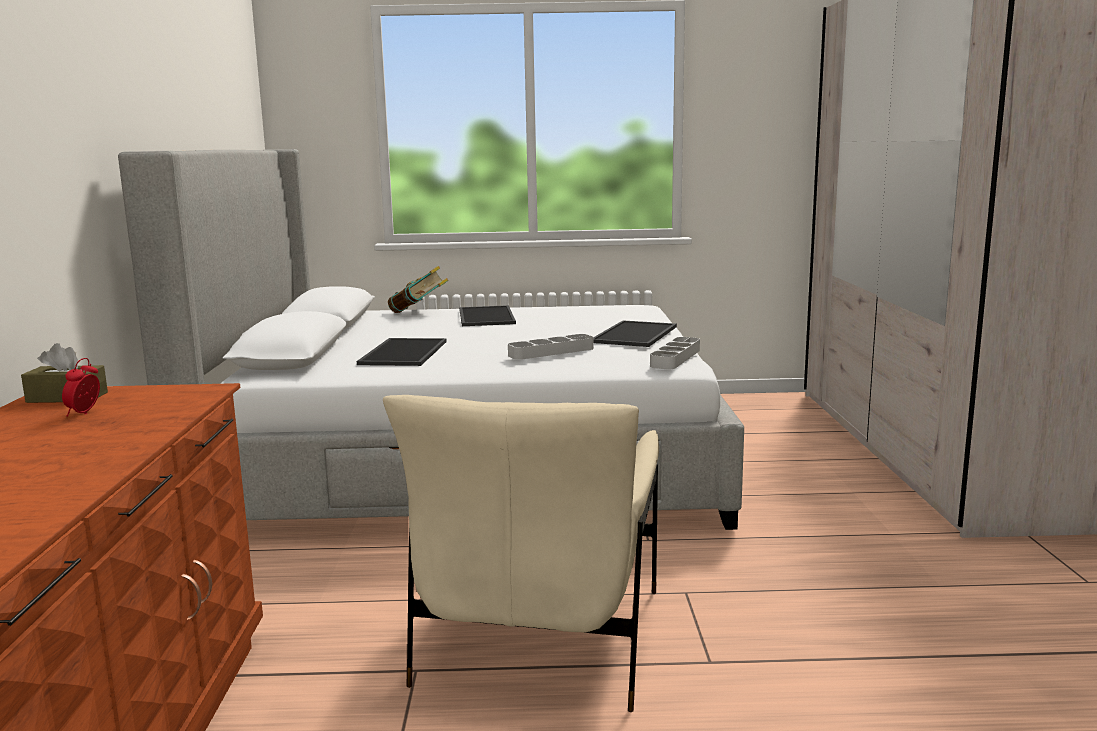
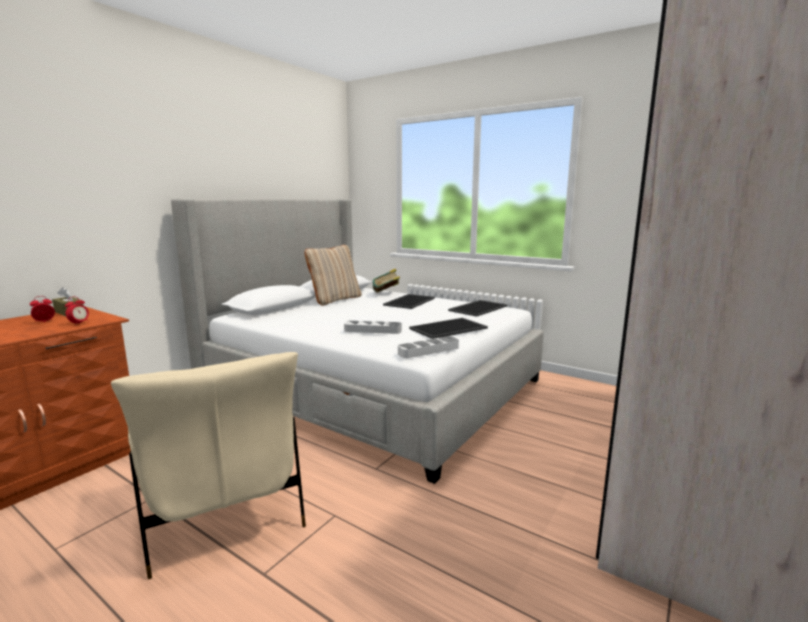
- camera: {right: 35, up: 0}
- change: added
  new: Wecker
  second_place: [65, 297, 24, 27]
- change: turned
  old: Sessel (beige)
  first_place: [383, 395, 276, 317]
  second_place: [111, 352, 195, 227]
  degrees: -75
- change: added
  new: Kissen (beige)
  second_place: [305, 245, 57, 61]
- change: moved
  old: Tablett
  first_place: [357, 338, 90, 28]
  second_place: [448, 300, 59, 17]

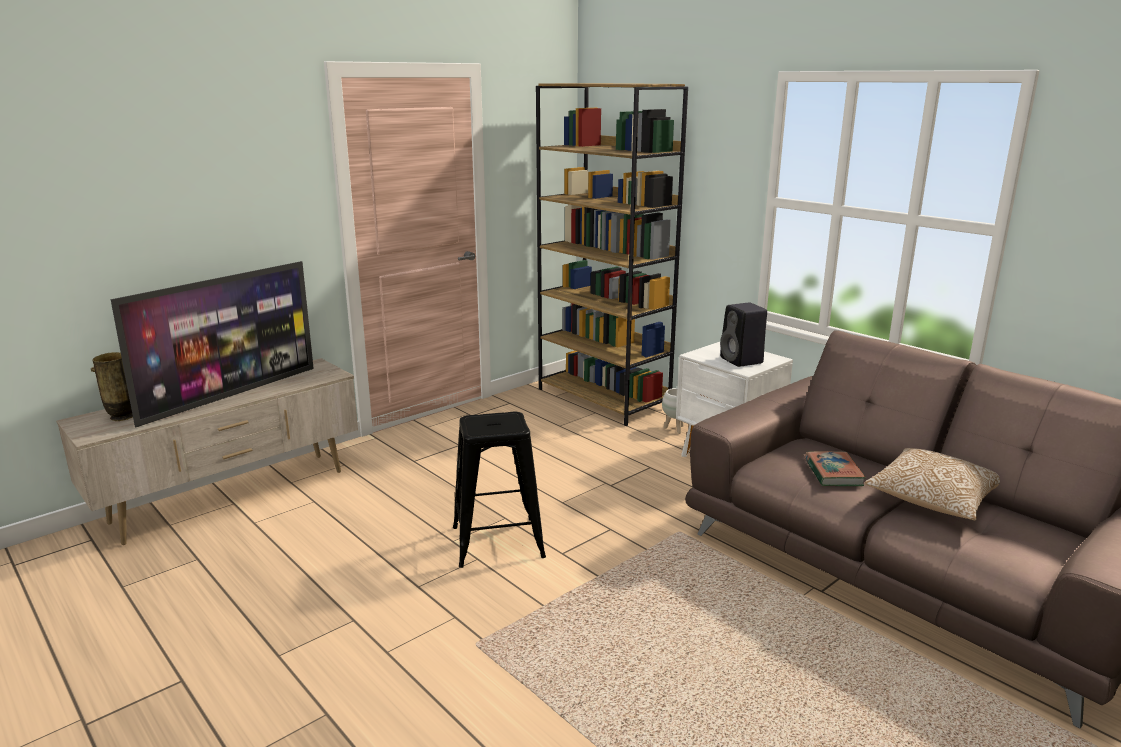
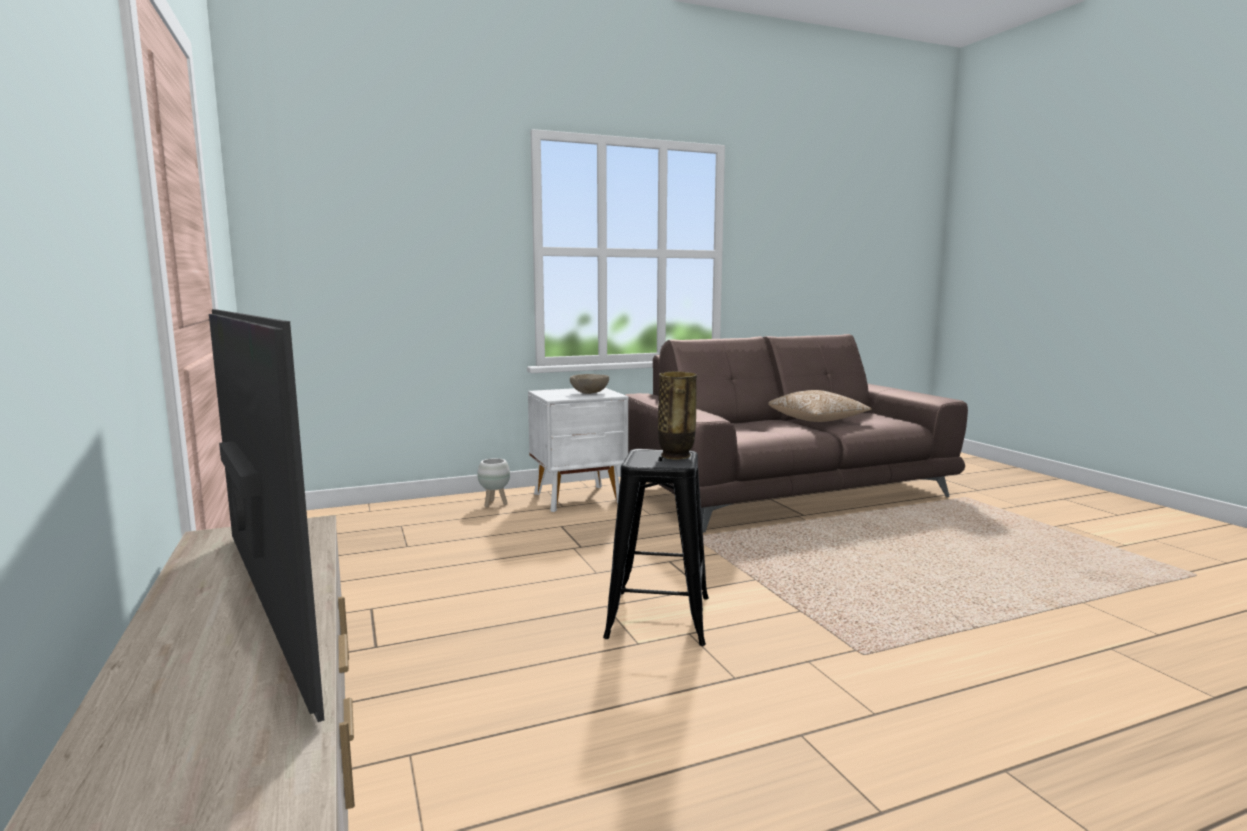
- camera: {right: -70, up: -10}
- change: replaced
  old: Lautsprecher (schwarz)
  new: Schüssel (beige)
  first_place: [720, 302, 47, 65]
  second_place: [570, 374, 39, 20]
- change: moved
  old: Vase
  first_place: [91, 352, 42, 69]
  second_place: [658, 372, 39, 88]
- change: removed
  old: Bücherregal (braun)
  first_place: [536, 83, 152, 343]
- change: removed
  old: Buch
  first_place: [805, 451, 61, 35]

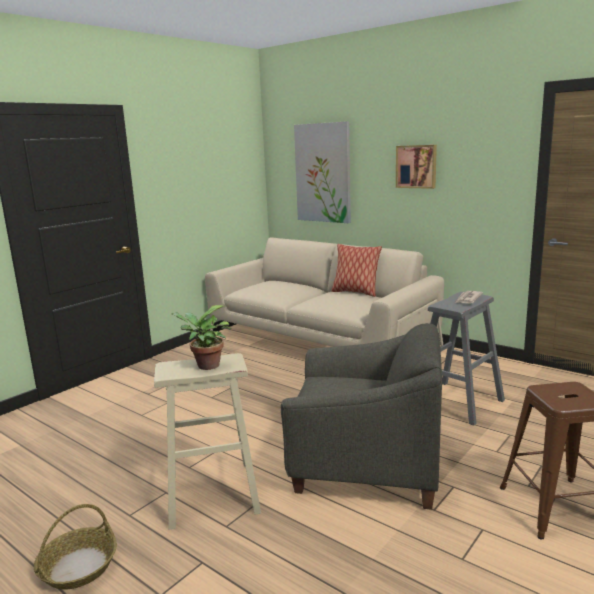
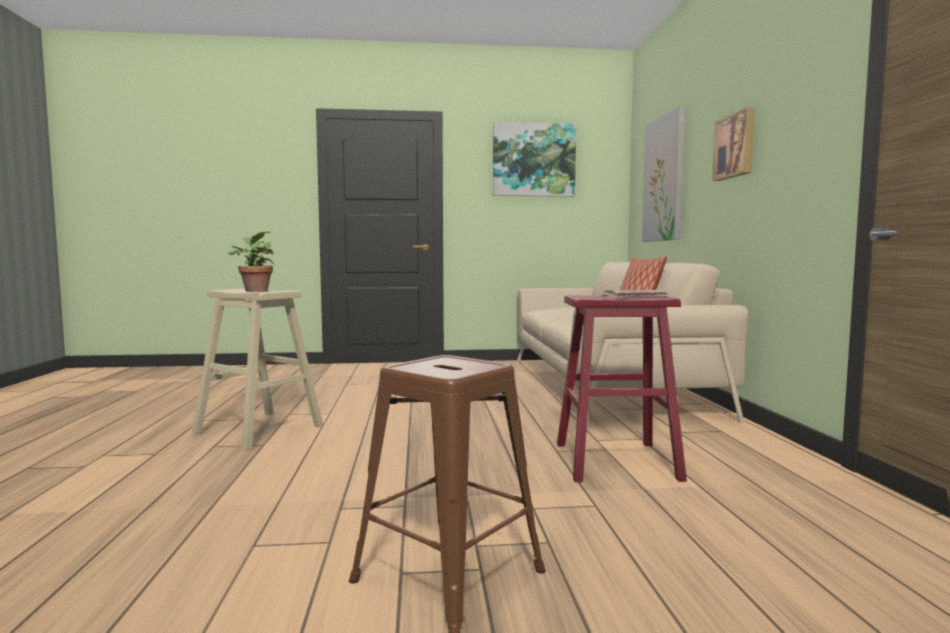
- camera: {right: 45, up: -10}
- change: added
  new: Bild
  second_place: [493, 122, 83, 75]
- change: recoloured
  old: Hocker (grau)
  new: Hocker (rot)
  first_place: [428, 292, 77, 134]
  second_place: [557, 295, 130, 187]
- change: removed
  old: Korb
  first_place: [34, 504, 83, 85]
- change: removed
  old: Sessel (grau)
  first_place: [281, 323, 161, 187]

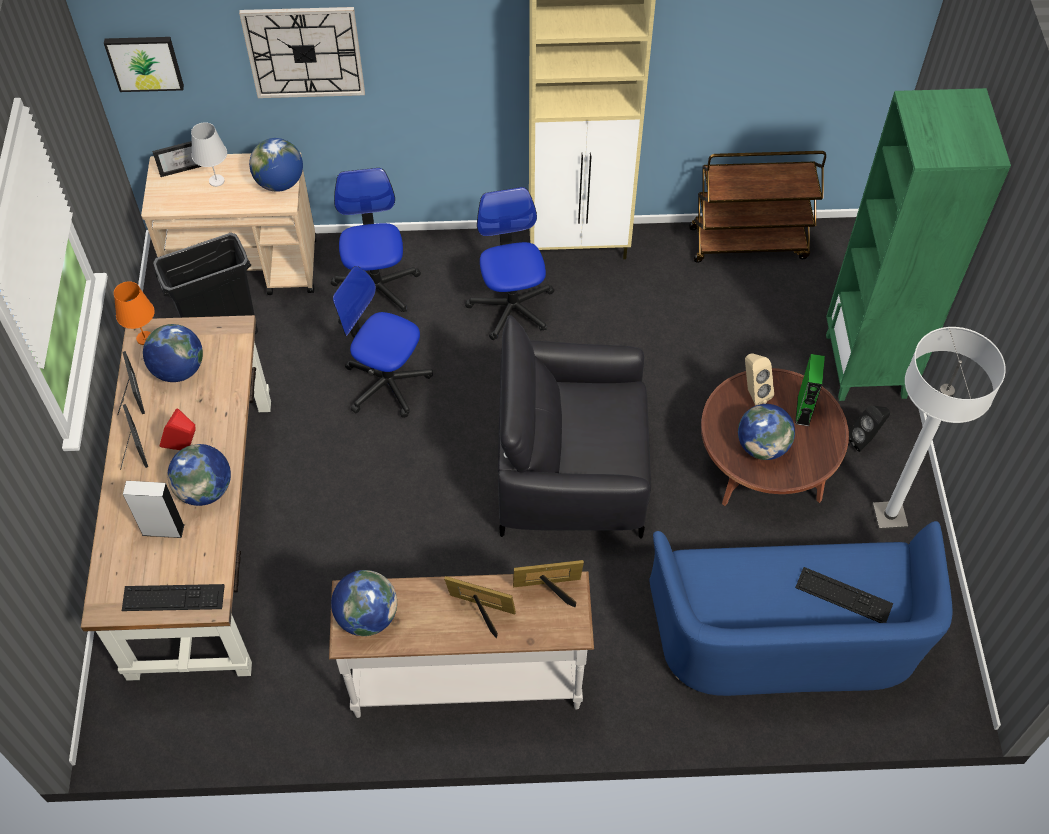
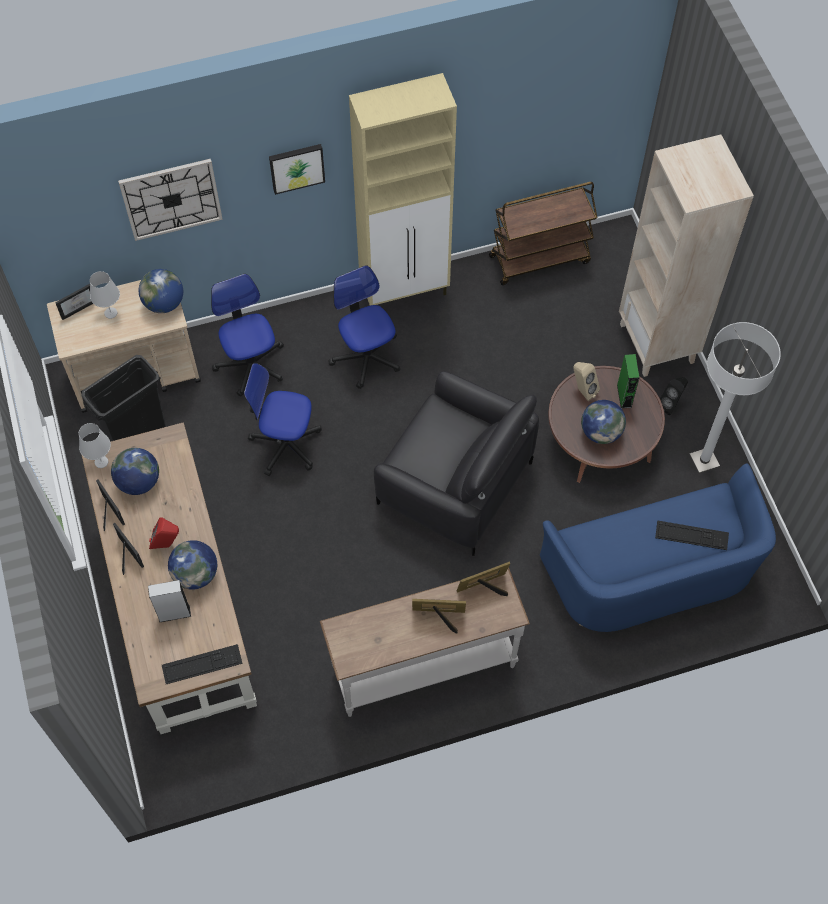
- camera: {right: -15, up: 5}
- change: recoloured
  old: Tischlampe (orange)
  new: Tischlampe (weiß)
  first_place: [114, 281, 41, 64]
  second_place: [79, 423, 32, 45]
- change: moved
  old: Bild
  first_place: [104, 37, 80, 55]
  second_place: [269, 144, 56, 51]
- change: turned
  old: Sessel (schwarz)
  first_place: [498, 315, 153, 223]
  second_place: [374, 371, 165, 185]
  degrees: -135
- change: recoloured
  old: Bücherregal (grün)
  new: Bücherregal (beige)
  first_place: [826, 88, 185, 313]
  second_place: [619, 134, 135, 243]
- change: removed
  old: Globus
  first_place: [331, 570, 66, 66]

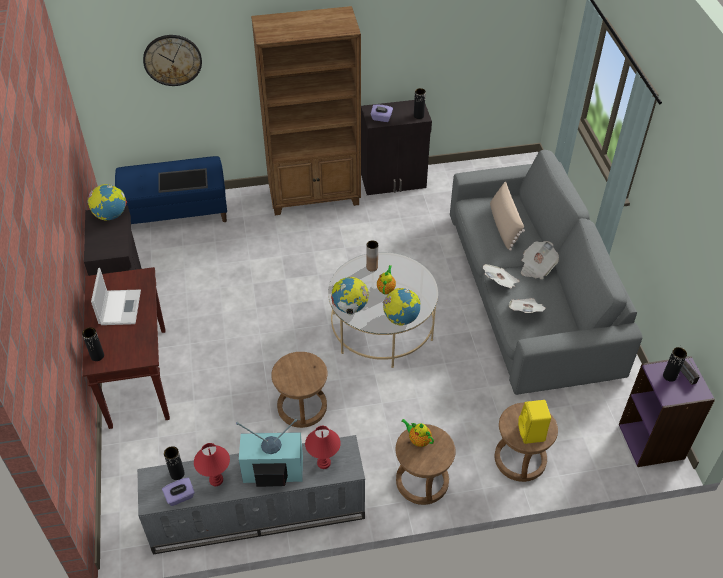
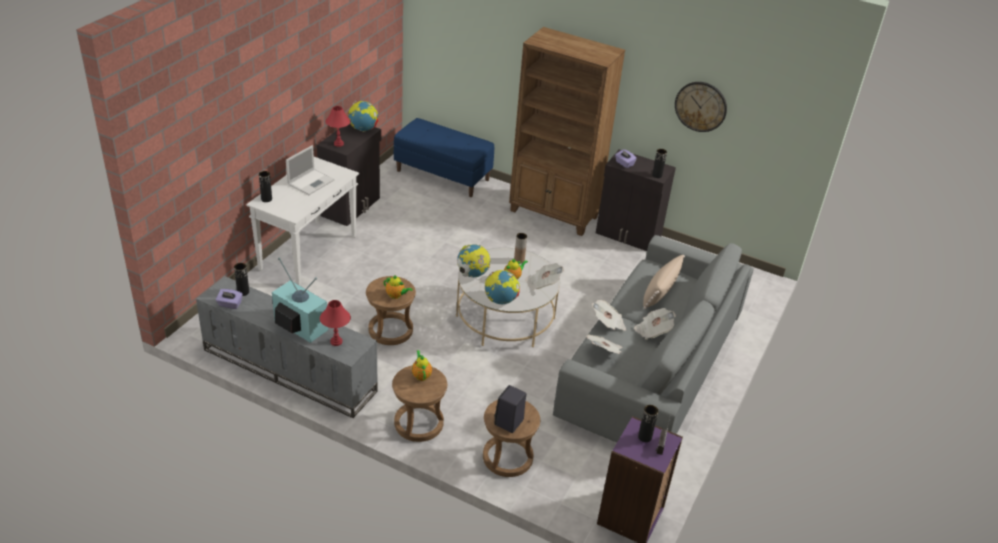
- camera: {right: 35, up: -10}
- change: recoloured
  old: Konsolentisch (braun)
  new: Konsolentisch (weiß)
  first_place: [82, 267, 88, 162]
  second_place: [246, 157, 113, 128]
- change: moved
  old: Tischlampe (rot)
  first_place: [194, 443, 36, 43]
  second_place: [325, 106, 26, 41]
- change: added
  new: Teekanne
  second_place: [384, 275, 29, 24]
- change: recoloured
  old: Lautsprecher (gelb)
  new: Lautsprecher (schwarz)
  first_place: [518, 400, 33, 44]
  second_place: [494, 385, 32, 48]
- change: added
  new: Zeitung
  second_place: [525, 263, 39, 27]
- change: moved
  old: Wanduhr
  first_place: [143, 35, 59, 51]
  second_place: [675, 82, 52, 50]
- change: removed
  old: Tablett
  first_place: [158, 168, 50, 25]

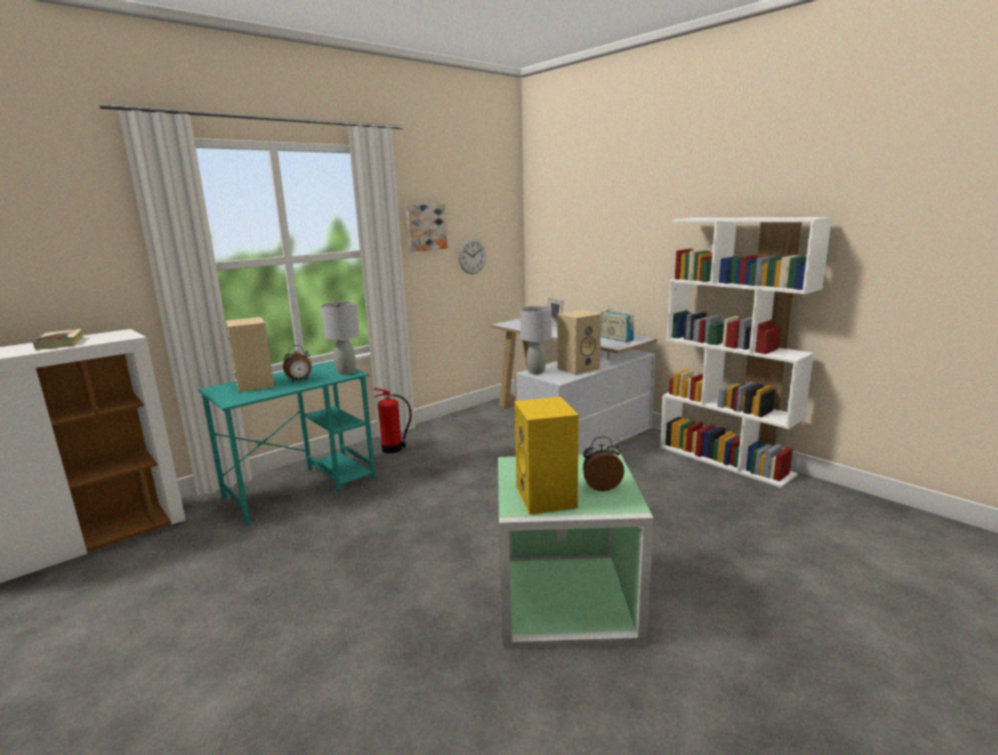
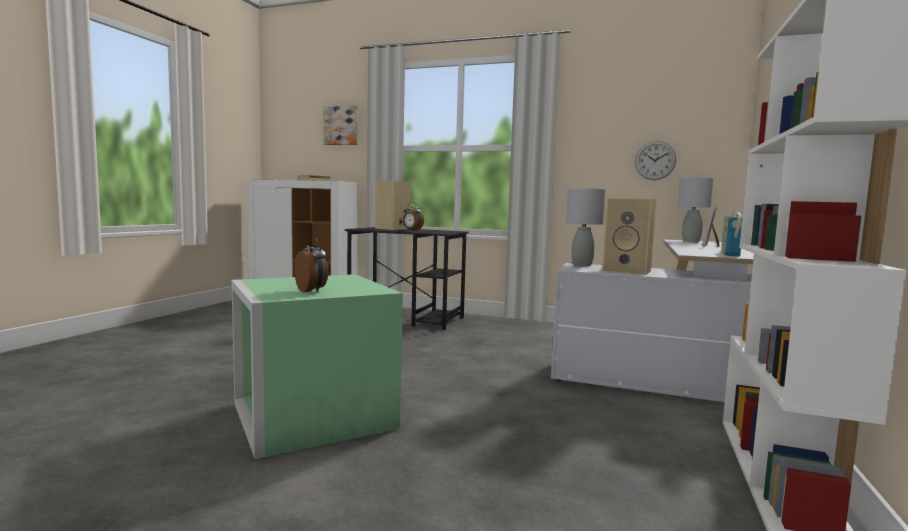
- camera: {right: 60, up: -10}
- change: moved
  old: Bild
  first_place: [406, 204, 42, 48]
  second_place: [324, 105, 34, 40]
- change: recoloured
  old: Schreibtisch (türkis)
  new: Schreibtisch (schwarz)
  first_place: [198, 361, 178, 164]
  second_place: [345, 227, 124, 103]
- change: moved
  old: Tischlampe (grau)
  first_place: [321, 302, 38, 73]
  second_place: [678, 177, 35, 65]
- change: removed
  old: Feuerlöscher
  first_place: [373, 388, 38, 66]
- change: removed
  old: Lautsprecher (gelb)
  first_place: [514, 397, 65, 118]

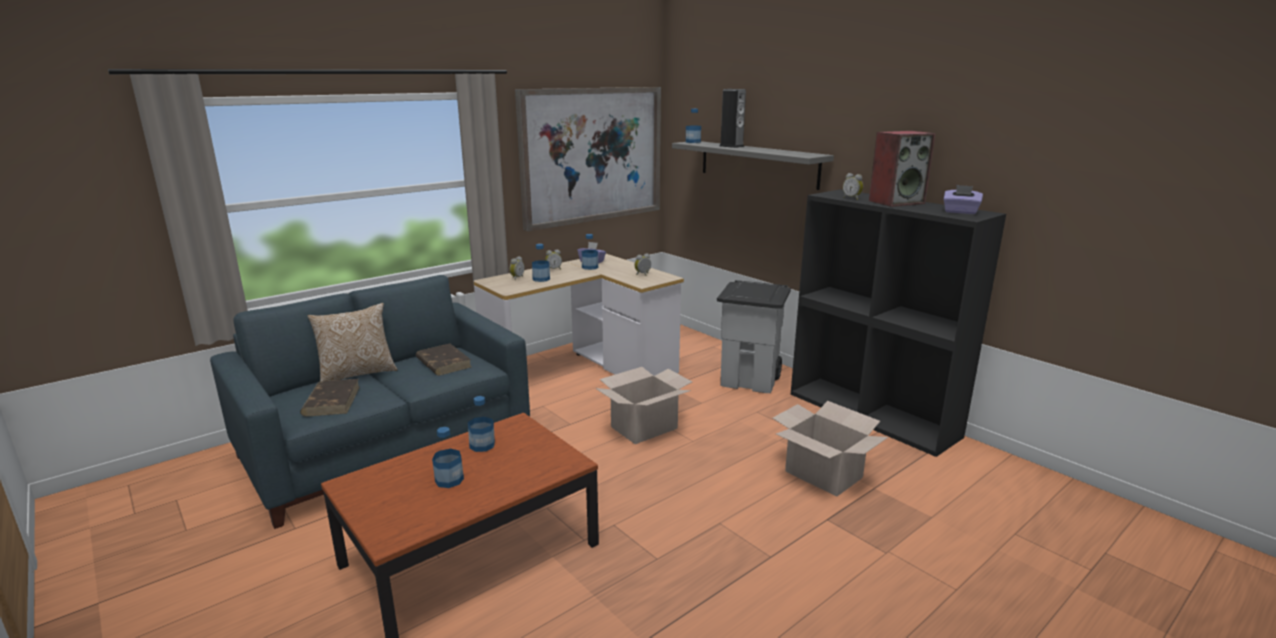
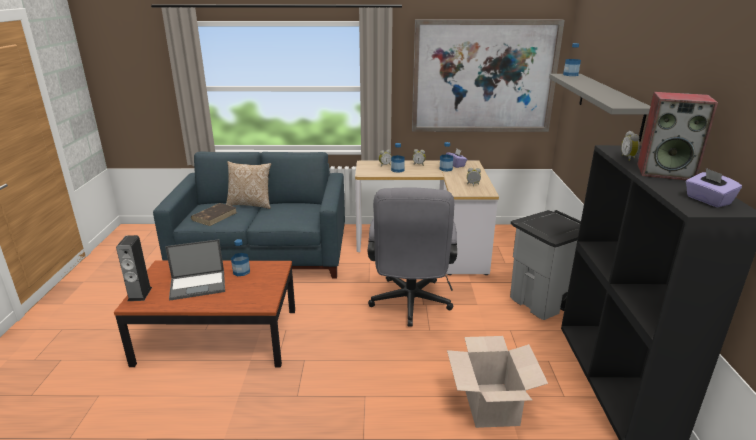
- camera: {right: 40, up: 5}
- change: moved
  old: Lautsprecher
  first_place: [719, 89, 27, 59]
  second_place: [116, 235, 36, 66]
- change: replaced
  old: Flasche
  new: Laptop
  first_place: [432, 427, 32, 61]
  second_place: [165, 239, 60, 62]
- change: replaced
  old: Karton
  new: Bürostuhl (grau)
  first_place: [595, 367, 97, 77]
  second_place: [368, 187, 89, 140]
- change: removed
  old: Buch (braun)
  first_place: [416, 343, 55, 33]

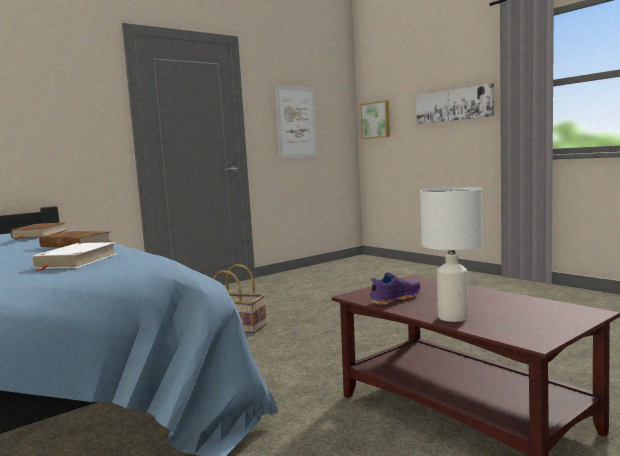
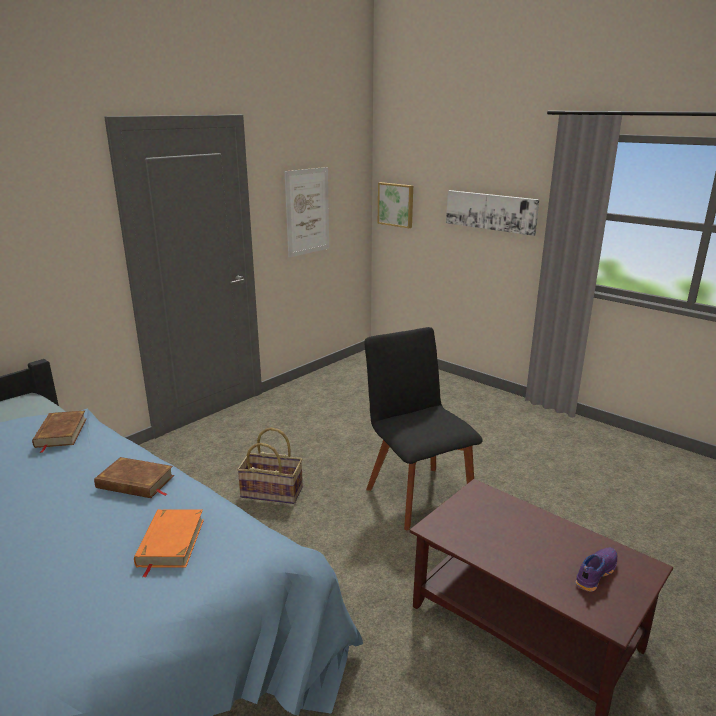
- camera: {right: -10, up: 15}
- change: recoloured
  old: Buch (weiß)
  new: Buch (orange)
  first_place: [32, 242, 85, 30]
  second_place: [134, 509, 70, 68]
- change: added
  new: Stuhl (schwarz)
  second_place: [364, 327, 119, 203]
- change: moved
  old: Schuh (lila)
  first_place: [369, 272, 51, 33]
  second_place: [575, 548, 43, 44]
- change: removed
  old: Tischlampe (weiß)
  first_place: [420, 187, 62, 135]

